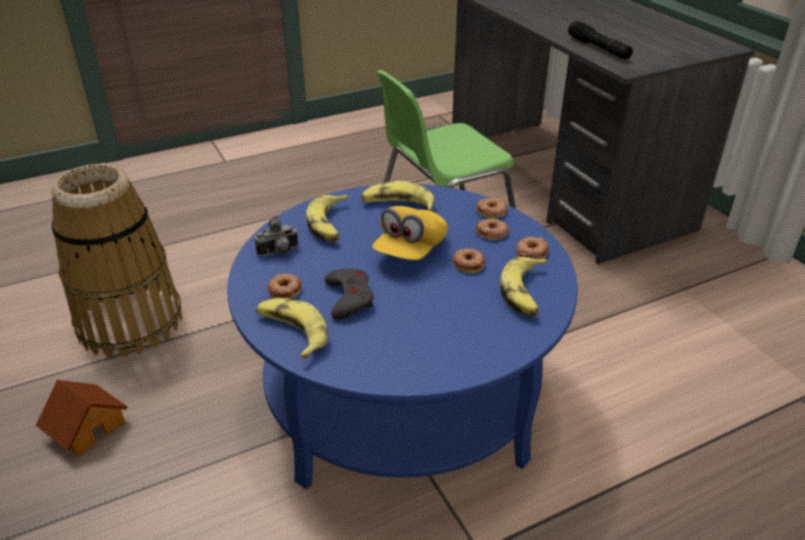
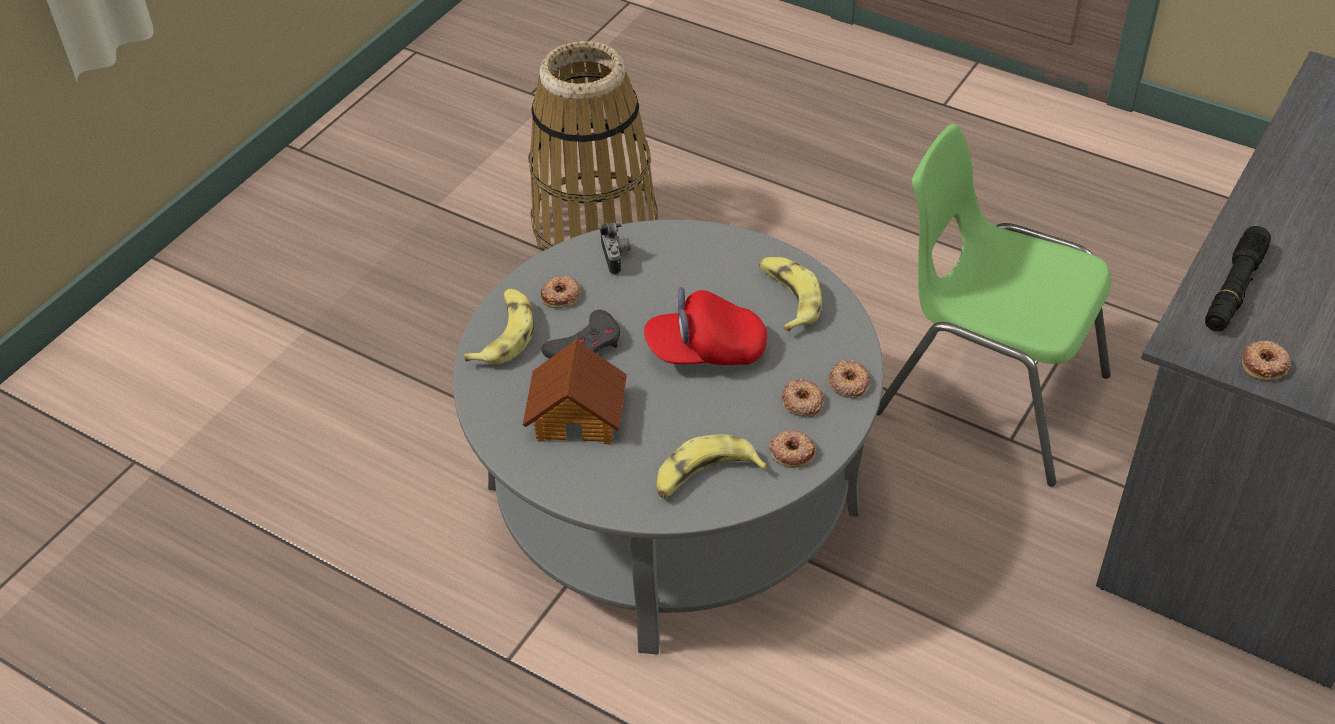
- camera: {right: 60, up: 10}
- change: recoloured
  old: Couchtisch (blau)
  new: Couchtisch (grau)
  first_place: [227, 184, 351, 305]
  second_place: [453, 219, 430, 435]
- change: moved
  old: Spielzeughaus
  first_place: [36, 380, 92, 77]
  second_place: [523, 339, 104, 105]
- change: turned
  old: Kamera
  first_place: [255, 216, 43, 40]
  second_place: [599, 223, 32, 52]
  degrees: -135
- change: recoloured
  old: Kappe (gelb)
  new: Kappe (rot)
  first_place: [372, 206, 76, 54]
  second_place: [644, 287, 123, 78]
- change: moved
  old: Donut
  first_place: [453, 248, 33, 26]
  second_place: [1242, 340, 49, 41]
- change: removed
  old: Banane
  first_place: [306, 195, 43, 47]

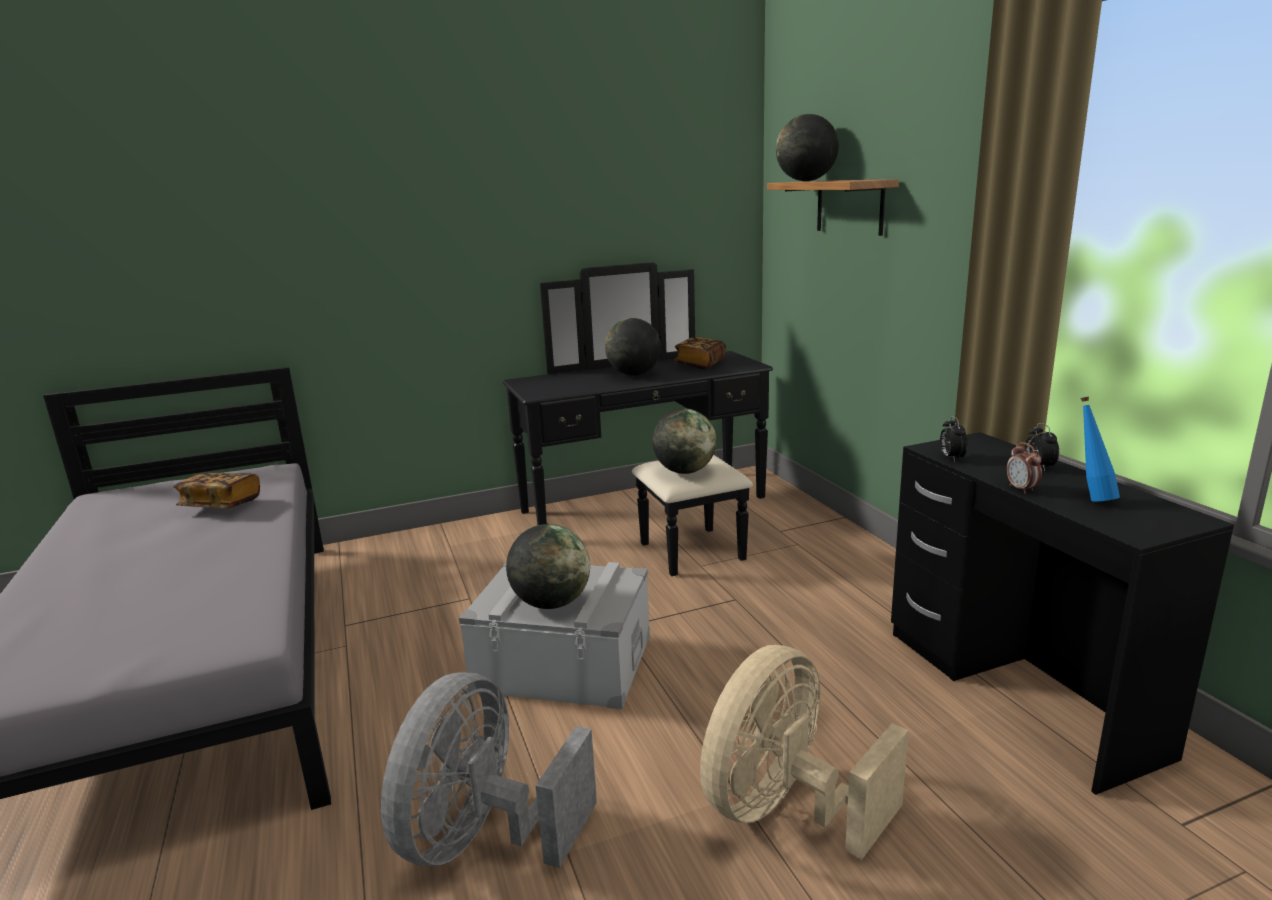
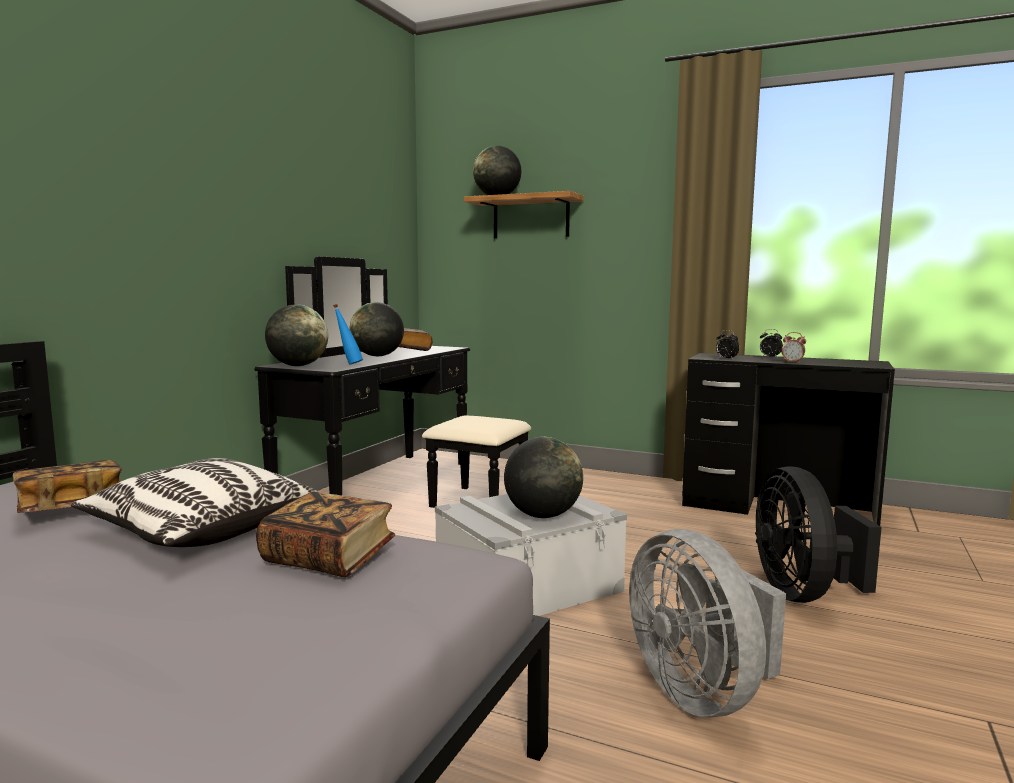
- camera: {right: -45, up: -10}
- change: added
  new: Kissen
  second_place: [71, 458, 246, 89]
- change: added
  new: Buch
  second_place: [256, 491, 139, 86]
- change: moved
  old: Globus
  first_place: [652, 408, 64, 66]
  second_place: [265, 305, 63, 61]
- change: moved
  old: Flasche (blau)
  first_place: [1080, 397, 40, 104]
  second_place: [333, 304, 30, 61]
- change: recoloured
  old: Ventilator (beige)
  new: Ventilator (schwarz)
  first_place: [700, 645, 209, 215]
  second_place: [755, 467, 127, 136]

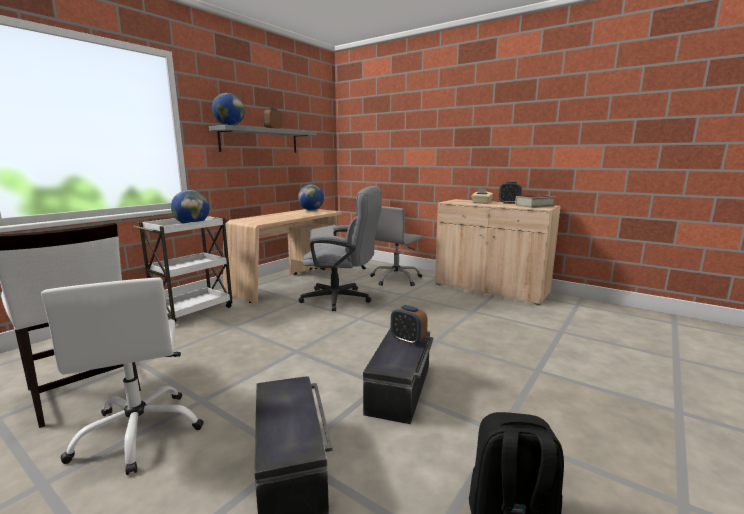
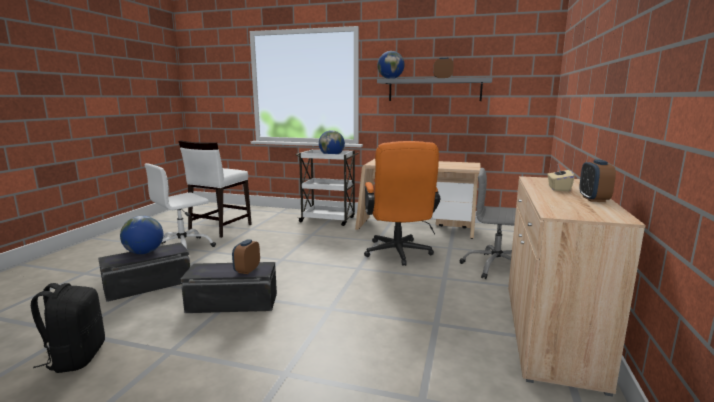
- camera: {right: 70, up: 0}
- change: moved
  old: Globus
  first_place: [298, 185, 26, 26]
  second_place: [120, 216, 43, 38]
- change: recoloured
  old: Bürostuhl (grau)
  new: Bürostuhl (orange)
  first_place: [299, 186, 83, 125]
  second_place: [364, 141, 76, 125]
- change: removed
  old: Buch
  first_place: [515, 195, 41, 13]

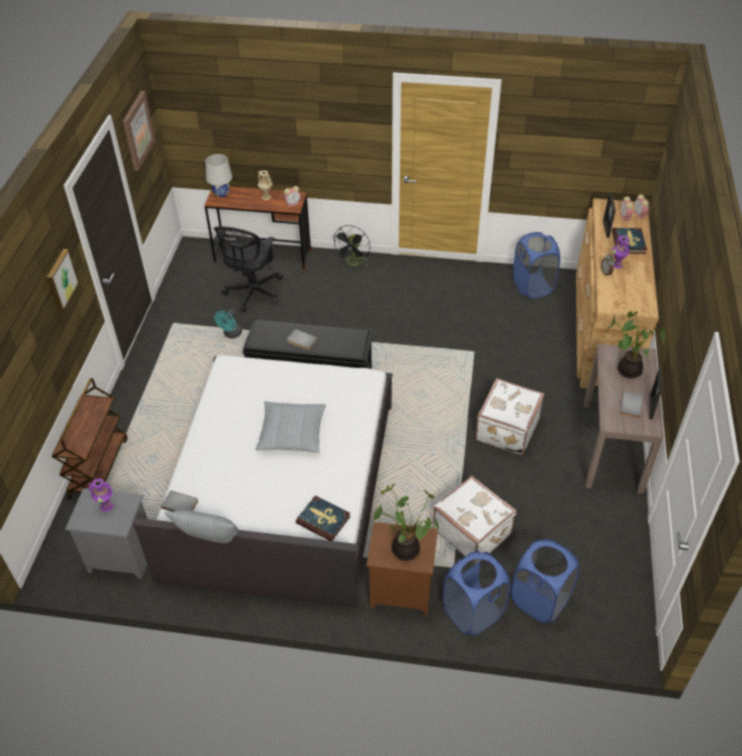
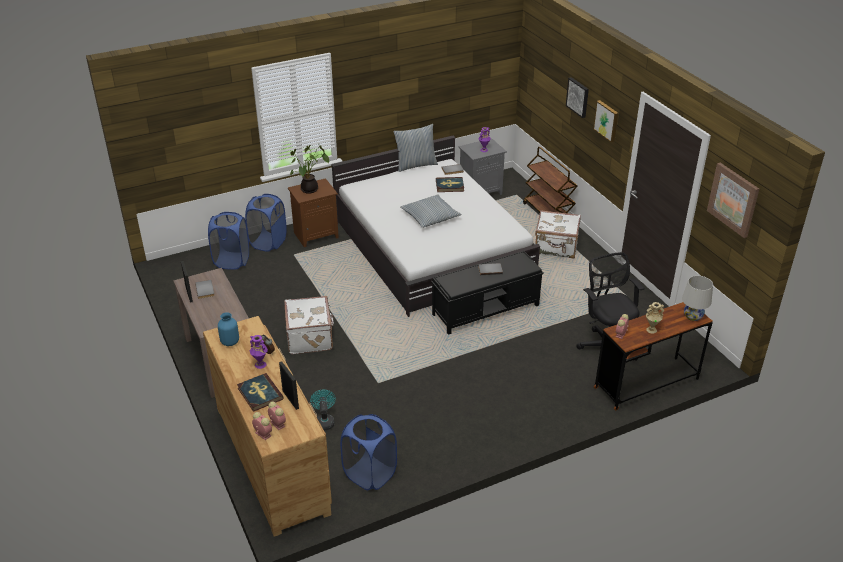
- camera: {right: 145, up: -10}
- change: added
  new: Vase (blau)
  second_place: [218, 312, 21, 34]
- change: moved
  old: Ventilator (türkis)
  first_place: [215, 309, 27, 29]
  second_place: [310, 390, 26, 40]
- change: moved
  old: Buch
  first_place: [296, 495, 55, 46]
  second_place: [436, 177, 28, 15]
- change: moved
  old: Koffer (weiß)
  first_place: [433, 476, 84, 81]
  second_place: [535, 210, 46, 49]
- change: added
  new: Bild
  second_place: [566, 77, 23, 41]
- change: removed
  old: Ventilator (schwarz)
  first_place: [332, 225, 38, 41]
- change: removed
  old: Topfpflanze
  first_place: [606, 311, 59, 68]

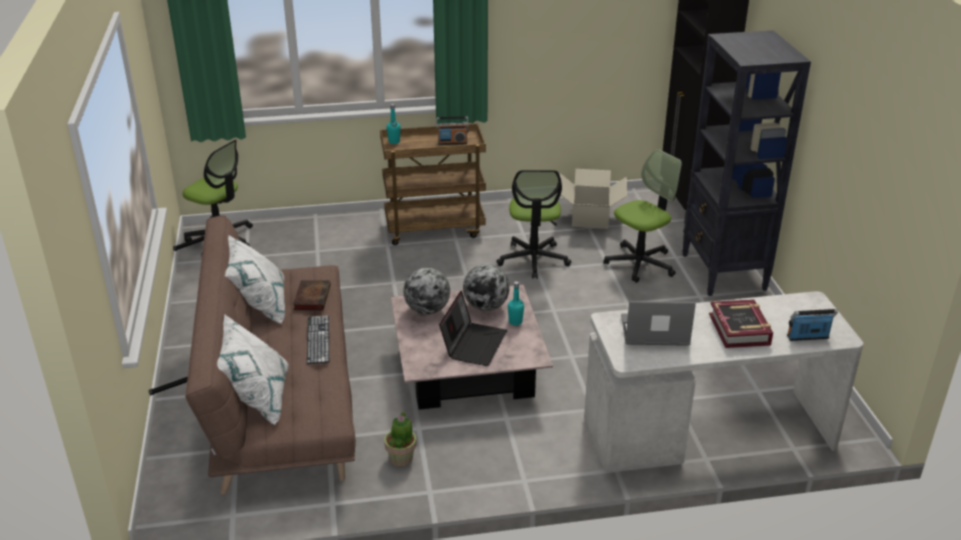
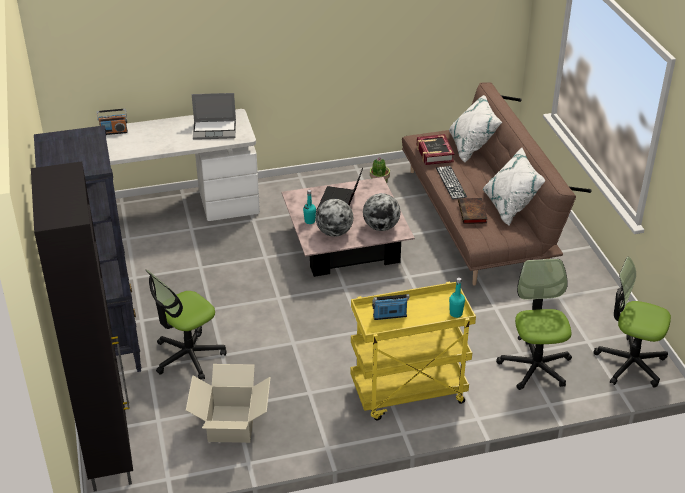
- camera: {right: 175, up: 5}
- change: recoloured
  old: Rollwagen (braun)
  new: Rollwagen (gelb)
  first_place: [380, 123, 106, 122]
  second_place: [351, 281, 125, 139]
- change: moved
  old: Buch
  first_place: [709, 299, 64, 49]
  second_place: [417, 134, 37, 31]
- change: moved
  old: Bürostuhl
  first_place: [496, 170, 75, 109]
  second_place: [496, 259, 76, 131]

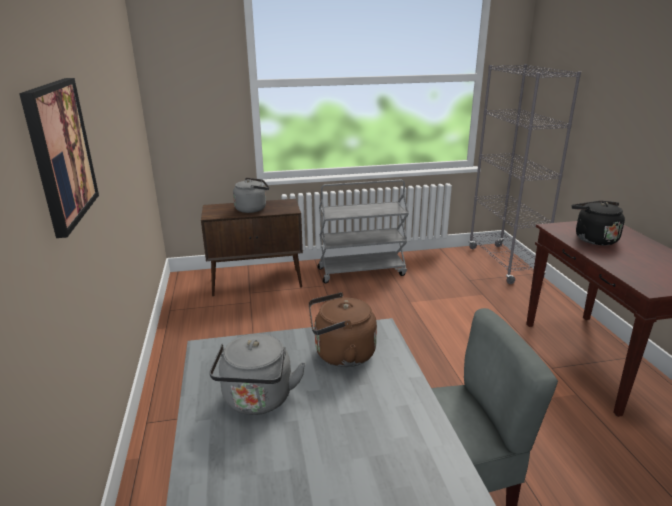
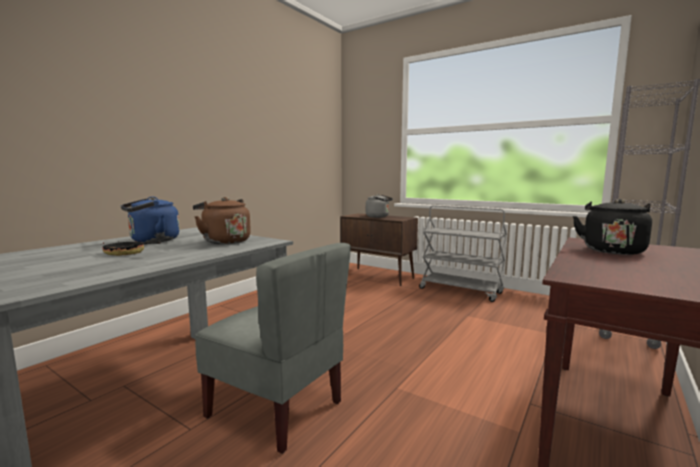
- camera: {right: 45, up: -15}
- change: added
  new: Pfanne
  second_place: [100, 240, 61, 16]
- change: recoloured
  old: Wasserkessel (grau)
  new: Wasserkessel (blau)
  first_place: [209, 334, 97, 81]
  second_place: [121, 197, 59, 46]
- change: removed
  old: Bild
  first_place: [19, 78, 80, 160]

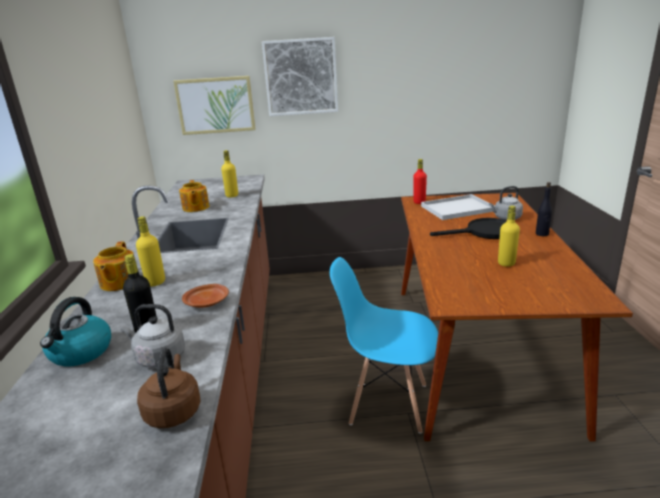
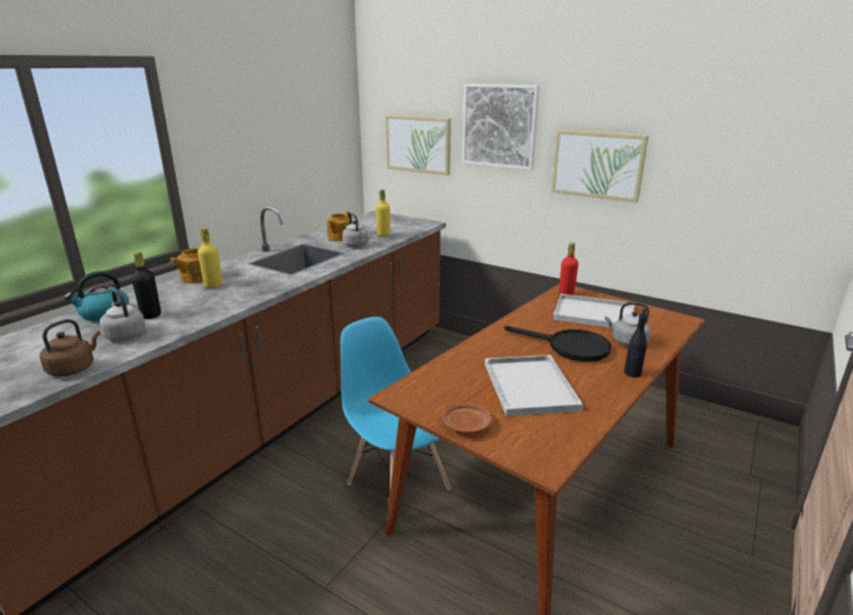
- camera: {right: 35, up: 0}
- change: added
  new: Wasserkessel (grau)
  second_place: [342, 213, 27, 34]
- change: moved
  old: Teller (braun)
  first_place: [182, 284, 47, 24]
  second_place: [442, 403, 50, 30]
- change: replaced
  old: Flasche (gelb)
  new: Tablett (weiß)
  first_place: [498, 206, 22, 61]
  second_place: [485, 355, 98, 61]
- change: added
  new: Bild
  second_place: [551, 130, 98, 73]

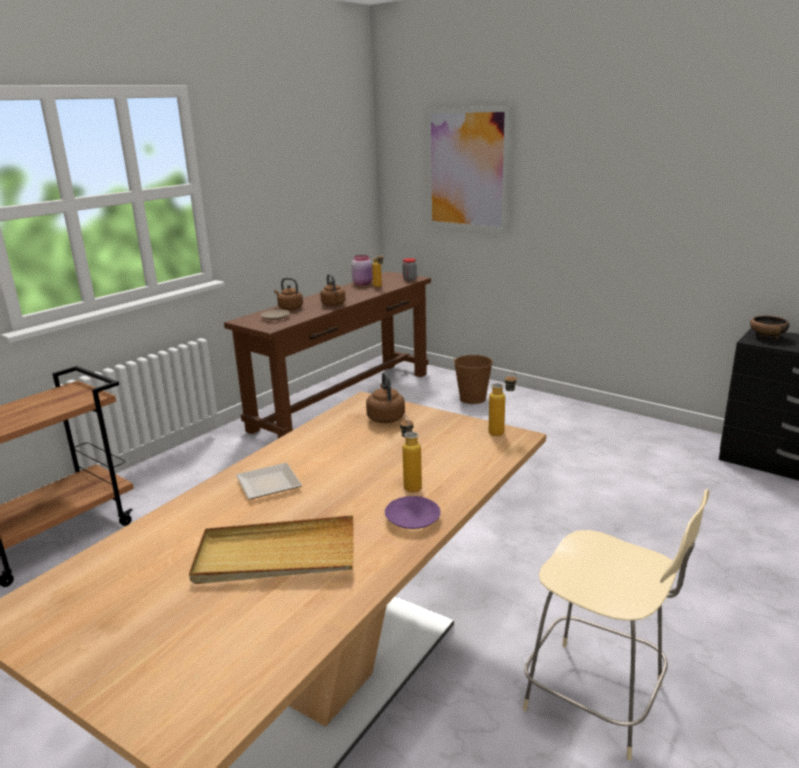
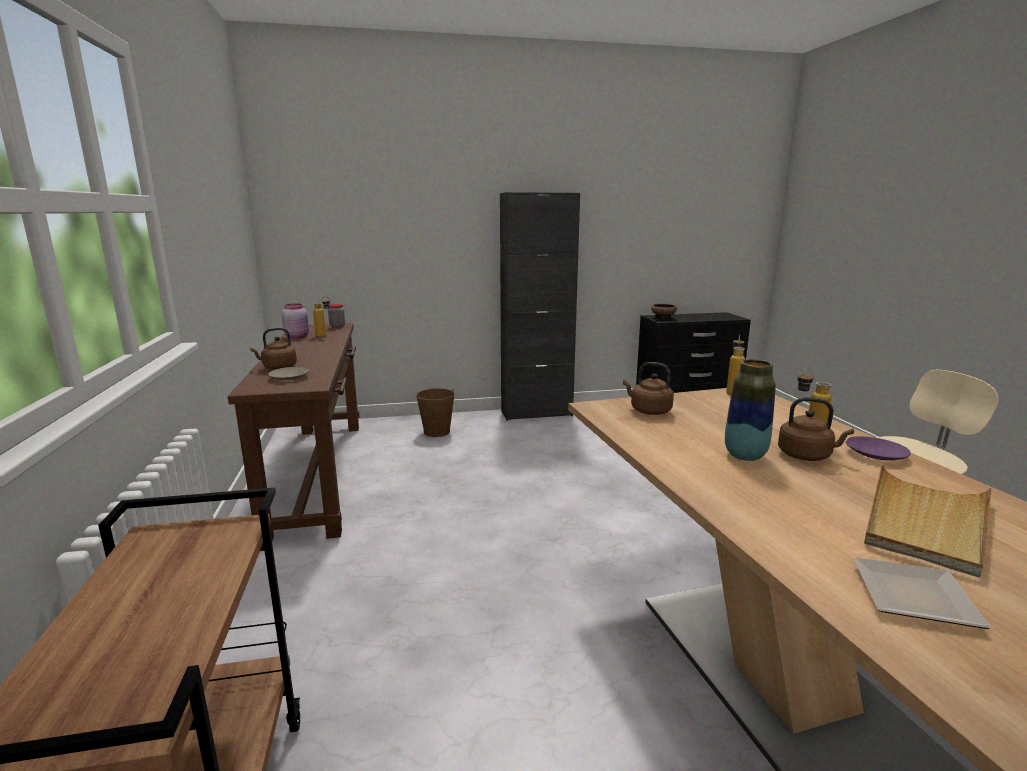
- camera: {right: -50, up: -5}
- change: added
  new: Schrank (schwarz)
  second_place: [500, 192, 80, 229]
- change: added
  new: Vase
  second_place: [725, 359, 51, 102]
- change: moved
  old: Wasserkessel (braun)
  first_place: [320, 274, 26, 32]
  second_place: [778, 397, 76, 64]
- change: moved
  old: Teller
  first_place: [236, 463, 66, 37]
  second_place: [853, 557, 138, 72]
- change: removed
  old: Bild
  first_place: [426, 106, 85, 127]

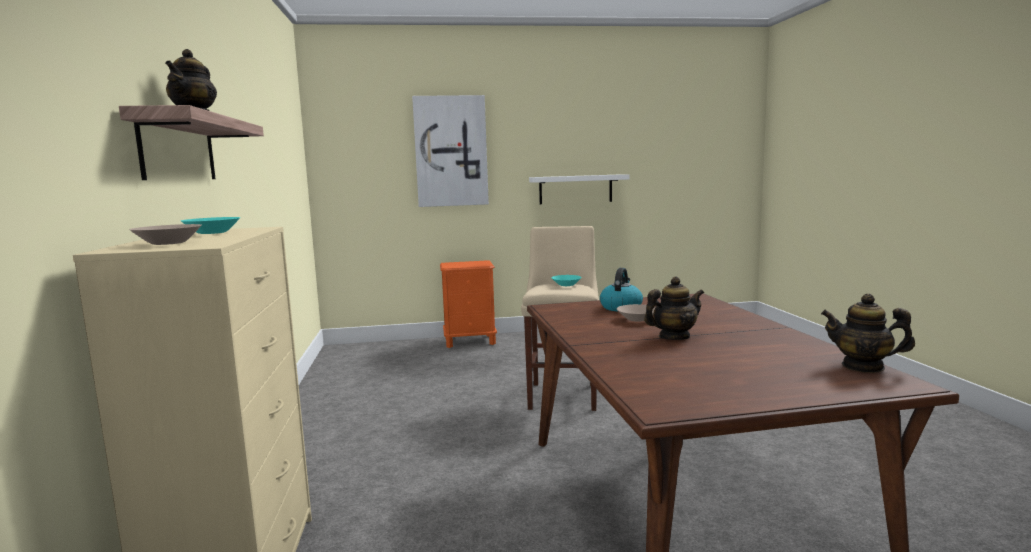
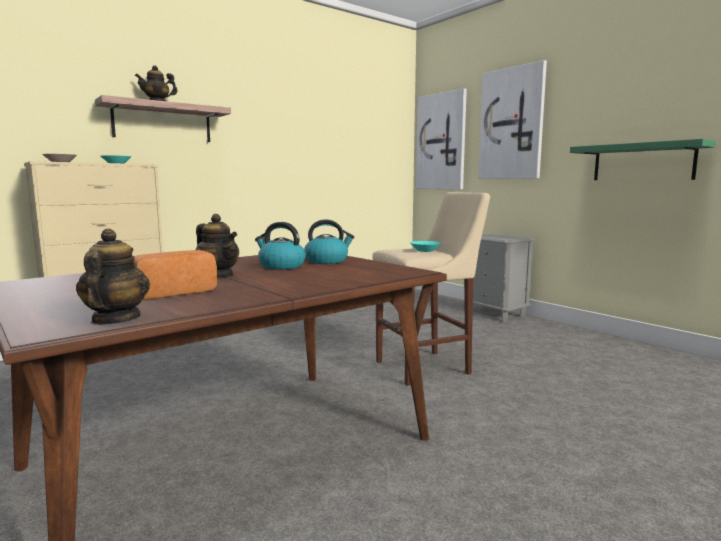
- camera: {right: 60, up: 0}
- change: added
  new: Brot
  second_place: [134, 250, 83, 50]
- change: replaced
  old: Schüssel (beige)
  new: Wasserkessel
  first_place: [617, 304, 38, 18]
  second_place: [255, 222, 51, 48]
- change: added
  new: Bild
  second_place: [416, 88, 51, 101]
- change: recoloured
  old: Nachttisch (orange)
  new: Nachttisch (grau)
  first_place: [440, 260, 57, 88]
  second_place: [473, 234, 61, 88]
- change: recoloured
  old: Wandregal (weiß)
  new: Wandregal (grün)
  first_place: [529, 174, 101, 30]
  second_place: [570, 139, 146, 41]

